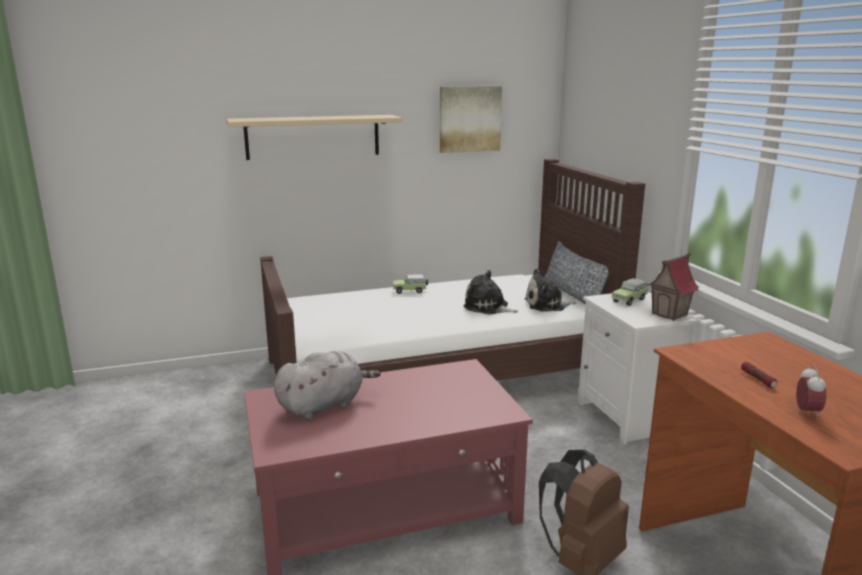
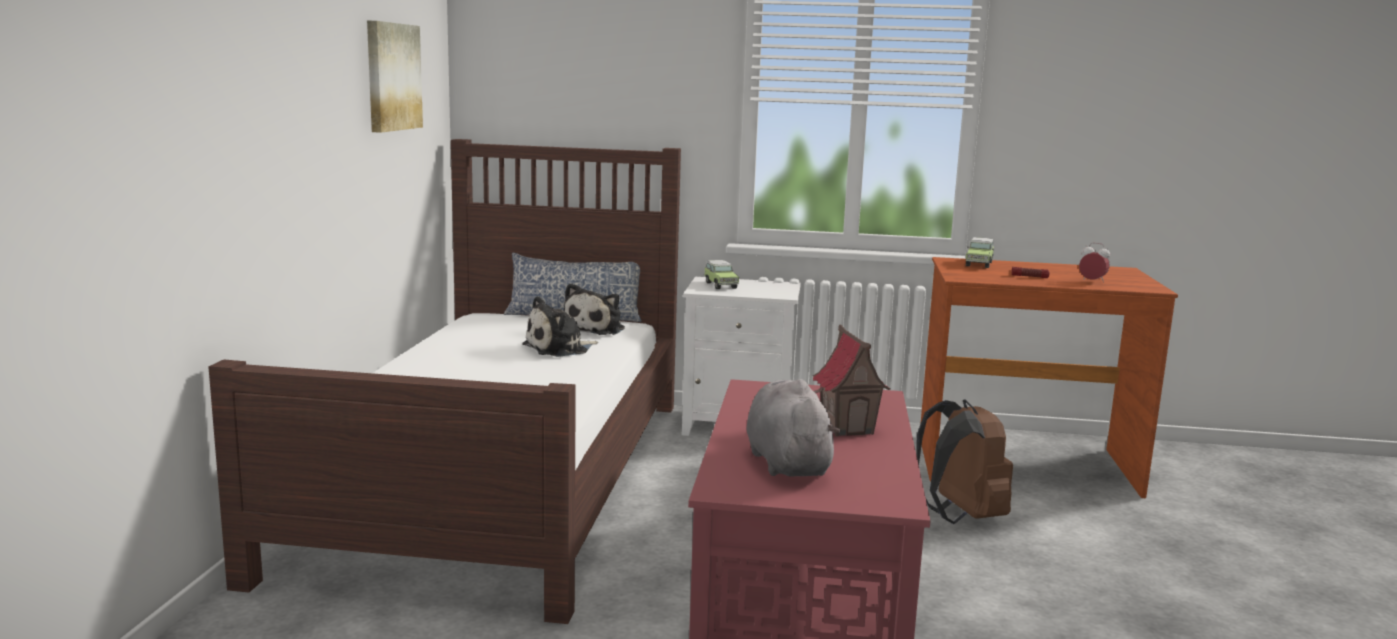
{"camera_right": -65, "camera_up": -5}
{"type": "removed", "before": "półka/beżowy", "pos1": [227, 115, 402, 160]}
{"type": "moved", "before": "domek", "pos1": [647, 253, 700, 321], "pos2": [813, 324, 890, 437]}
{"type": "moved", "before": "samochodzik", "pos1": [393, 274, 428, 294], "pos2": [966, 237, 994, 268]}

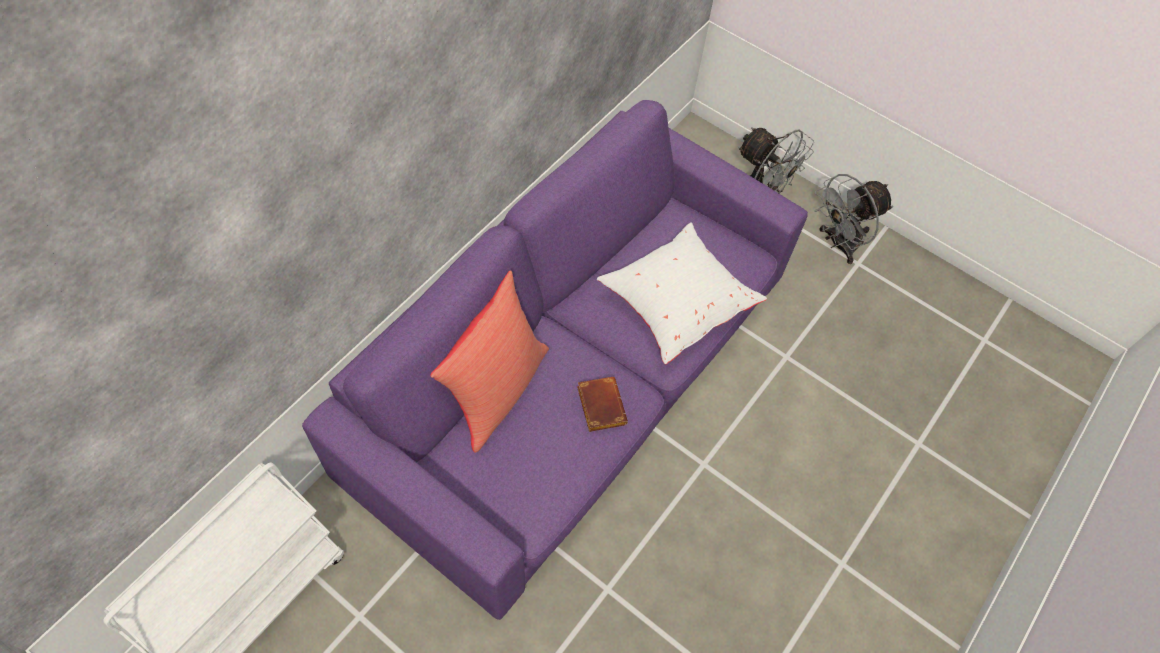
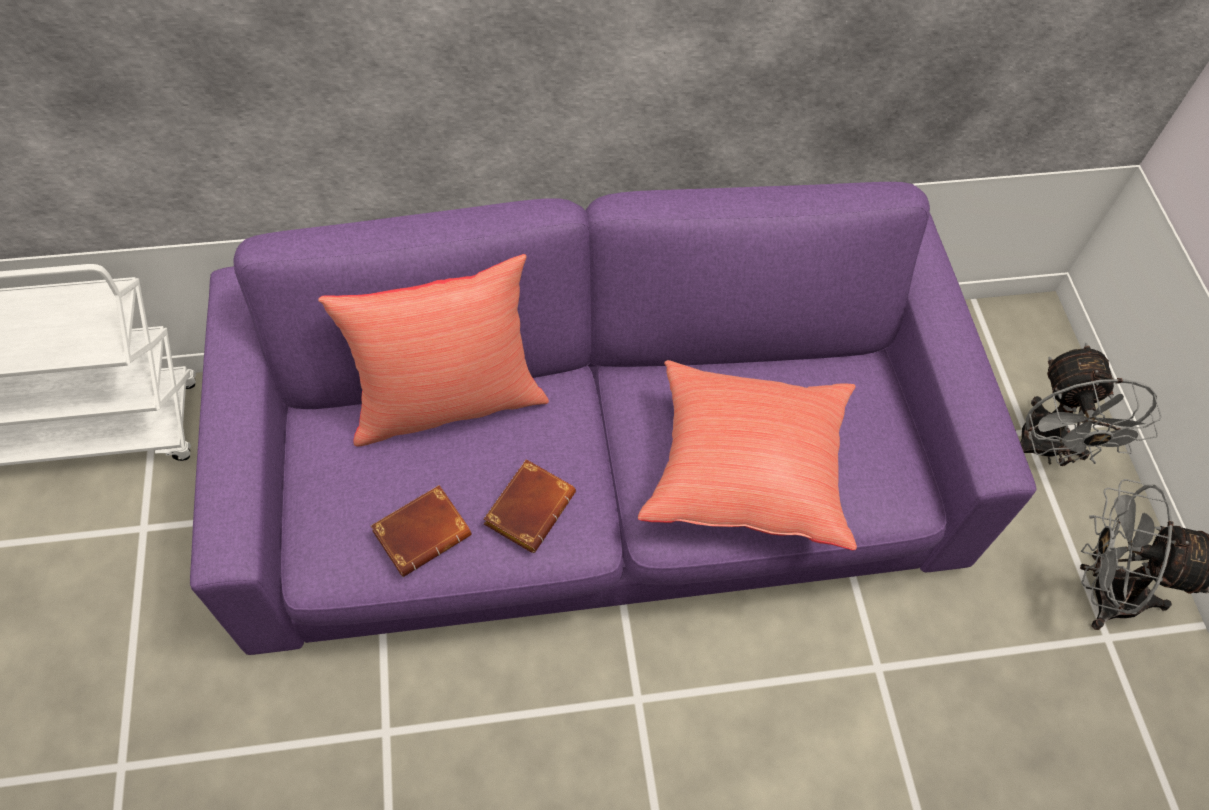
{"camera_right": 45, "camera_up": 0}
{"type": "recoloured", "before": "poduszka/biały", "after": "poduszka/czerwony", "pos1": [597, 222, 767, 364], "pos2": [638, 360, 857, 550]}
{"type": "added", "after": "książka/brązowy", "pos2": [371, 485, 472, 577]}

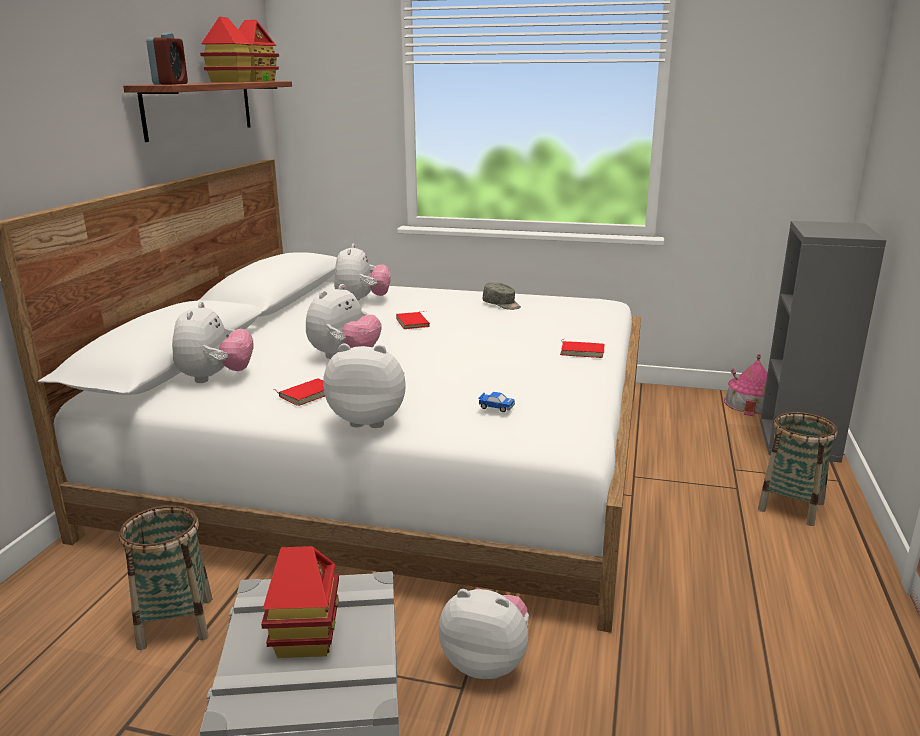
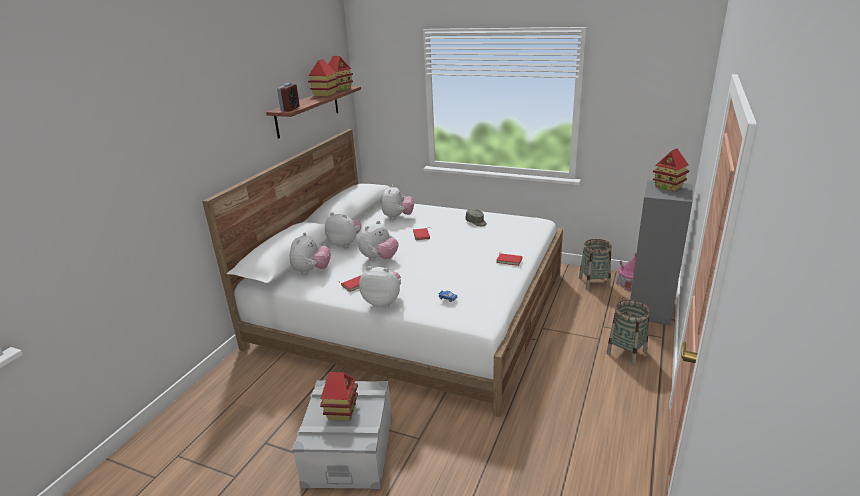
{"camera_right": 10, "camera_up": 5}
{"type": "moved", "before": "koszyk", "pos1": [119, 505, 212, 650], "pos2": [579, 239, 612, 290]}
{"type": "moved", "before": "pluszak", "pos1": [439, 588, 529, 679], "pos2": [325, 212, 362, 248]}
{"type": "added", "after": "domek", "pos2": [653, 148, 689, 191]}

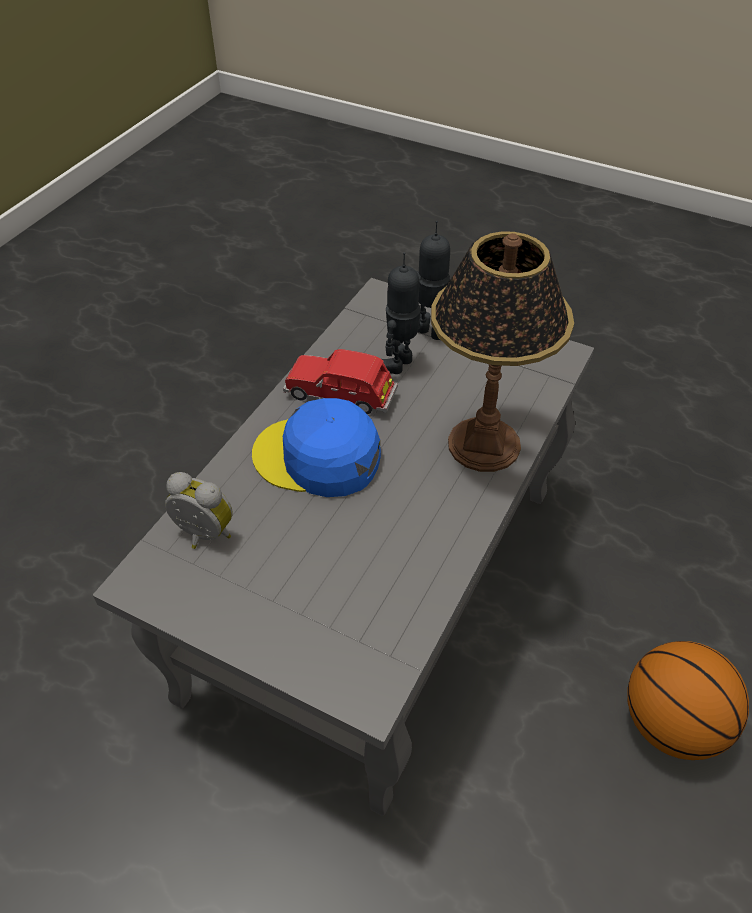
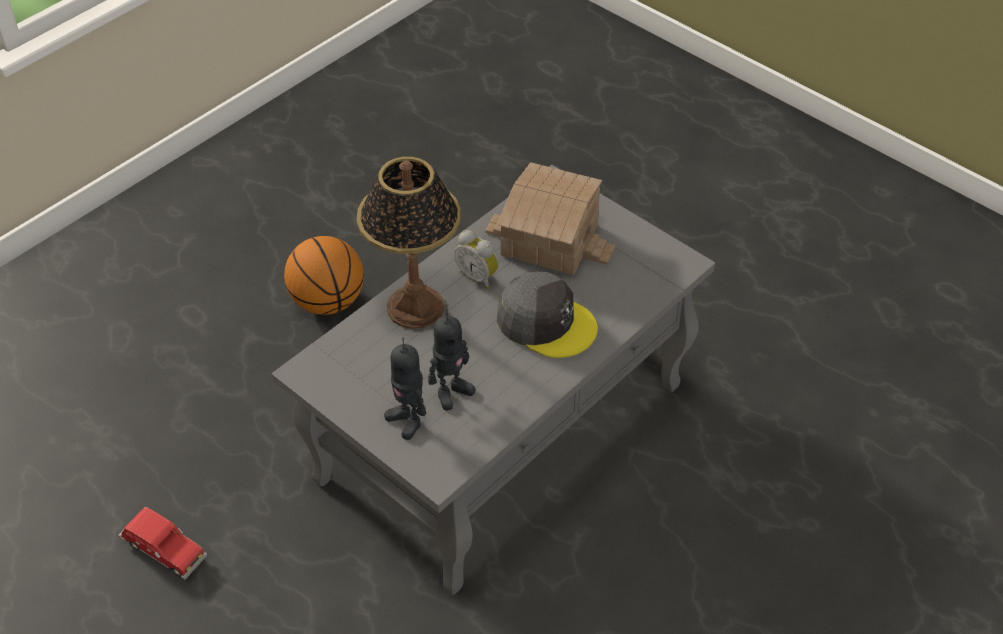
{"camera_right": -165, "camera_up": 0}
{"type": "moved", "before": "samochodzik/czerwony", "pos1": [283, 349, 398, 414], "pos2": [118, 507, 207, 580]}
{"type": "recoloured", "before": "czapka z daszkiem/niebieski", "after": "czapka z daszkiem/szary", "pos1": [252, 398, 381, 497], "pos2": [497, 271, 598, 358]}
{"type": "moved", "before": "budzik", "pos1": [165, 472, 233, 549], "pos2": [454, 230, 499, 289]}
{"type": "added", "after": "domek", "pos2": [485, 163, 615, 275]}

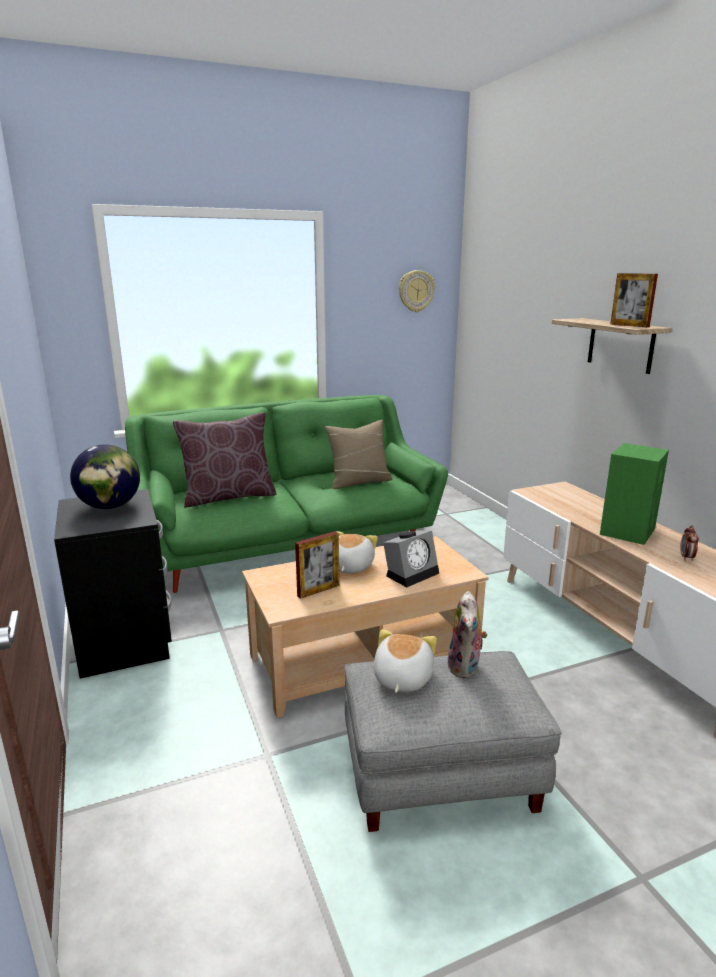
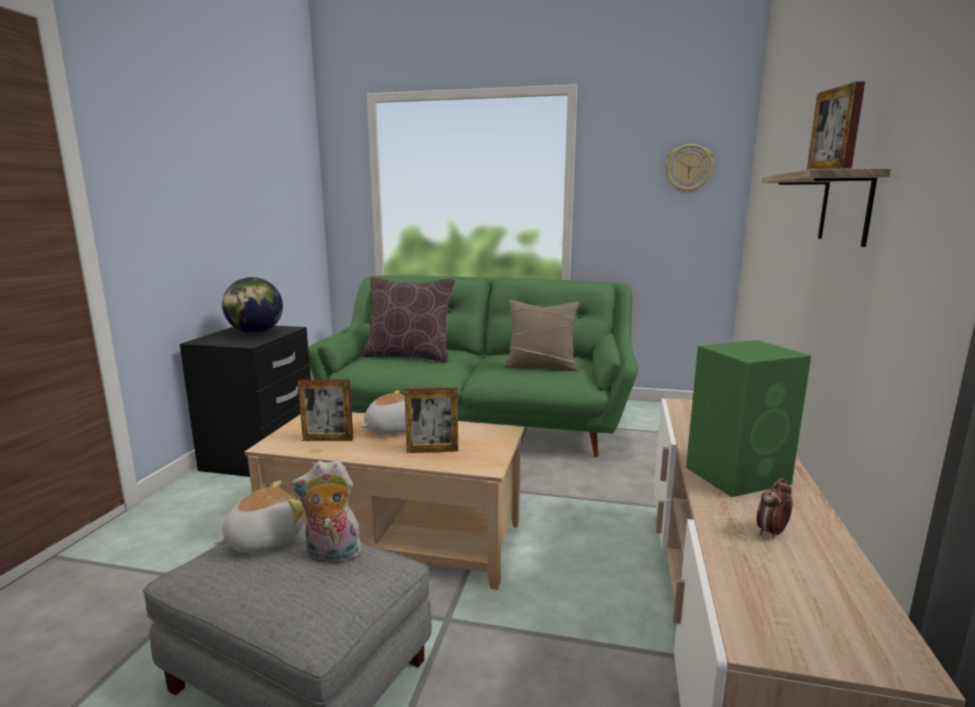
{"camera_right": 35, "camera_up": -5}
{"type": "replaced", "before": "budzik", "after": "ramka na zdjęcie", "pos1": [383, 531, 439, 587], "pos2": [404, 388, 458, 453]}
{"type": "turned", "before": "pluszak", "pos1": [448, 591, 488, 678], "pos2": [291, 460, 362, 563], "turn": 45}

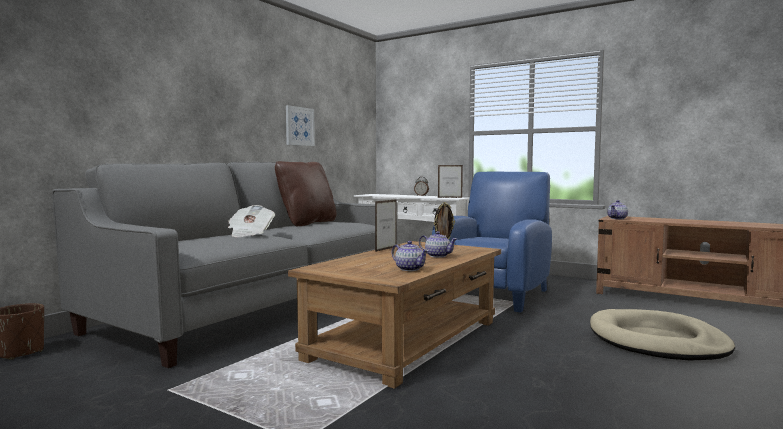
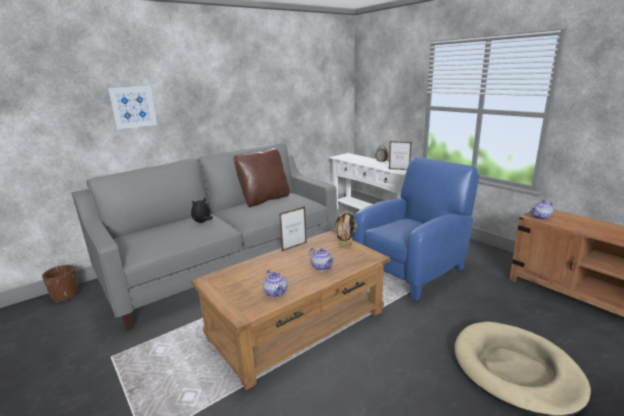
{"camera_right": 20, "camera_up": 15}
{"type": "moved", "before": "obraz", "pos1": [286, 105, 315, 146], "pos2": [108, 86, 157, 129]}
{"type": "replaced", "before": "gazeta", "after": "pluszak", "pos1": [228, 205, 275, 237], "pos2": [191, 198, 213, 223]}

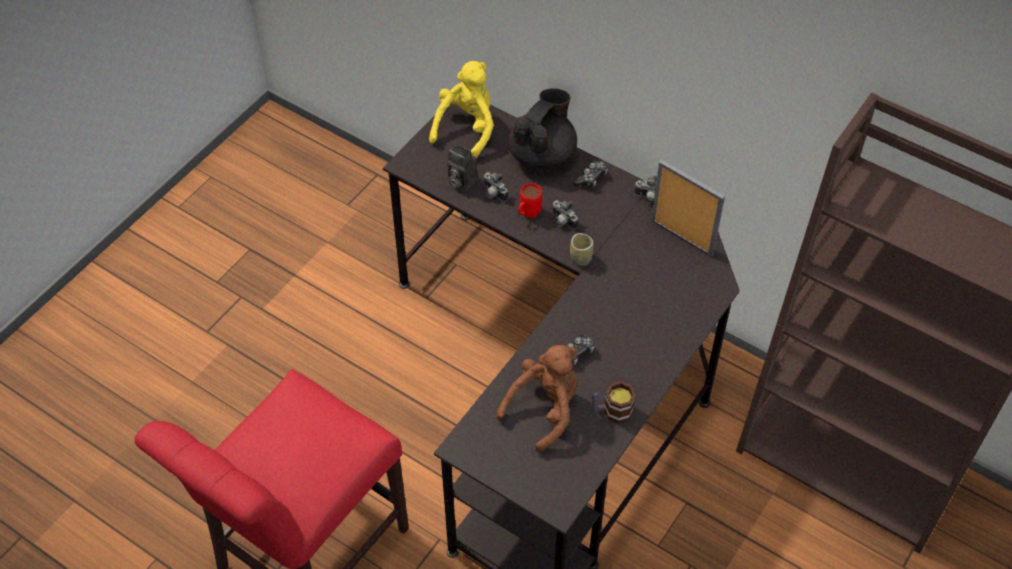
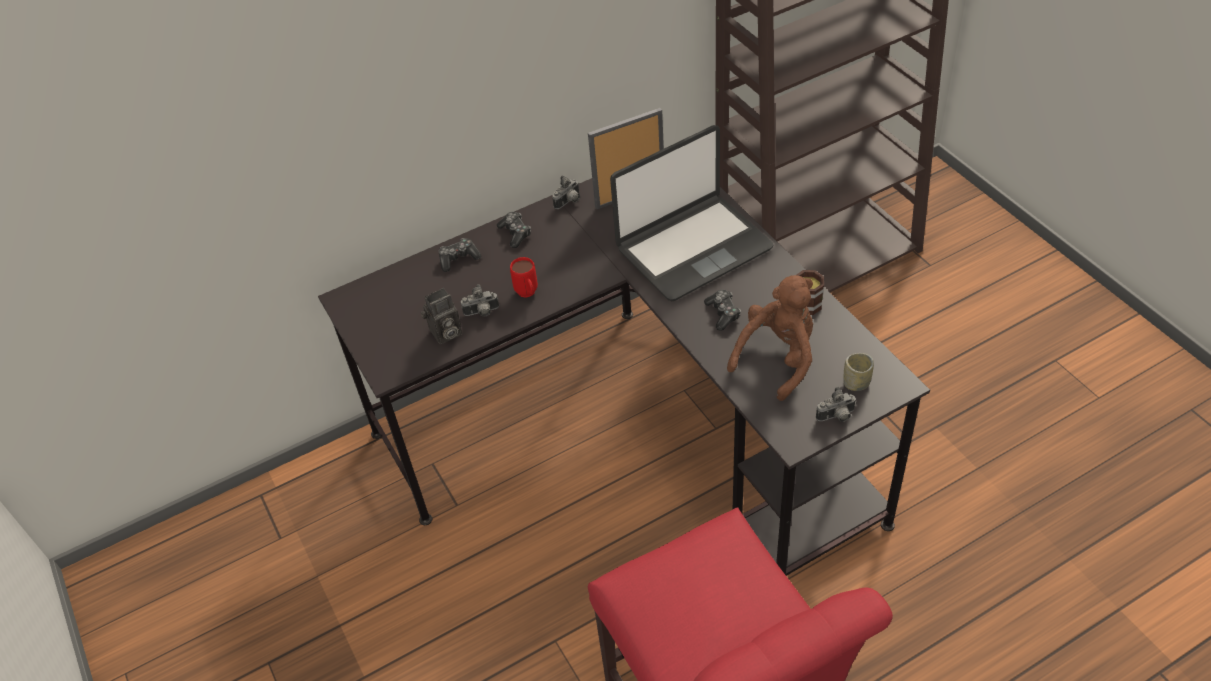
{"camera_right": -60, "camera_up": -5}
{"type": "removed", "before": "pluszak/żółty", "pos1": [429, 61, 494, 158]}
{"type": "replaced", "before": "imbryk/czarny", "after": "pad do gier", "pos1": [508, 88, 577, 170], "pos2": [438, 238, 481, 272]}
{"type": "moved", "before": "aparat fotograficzny", "pos1": [552, 200, 578, 229], "pos2": [816, 387, 856, 422]}
{"type": "moved", "before": "filiżanka", "pos1": [570, 233, 594, 266], "pos2": [843, 353, 874, 391]}
{"type": "turned", "before": "pluszak/brązowy", "pos1": [496, 345, 578, 453], "pos2": [727, 275, 813, 401], "turn": 60}
{"type": "added", "after": "laptop", "pos2": [610, 125, 774, 301]}

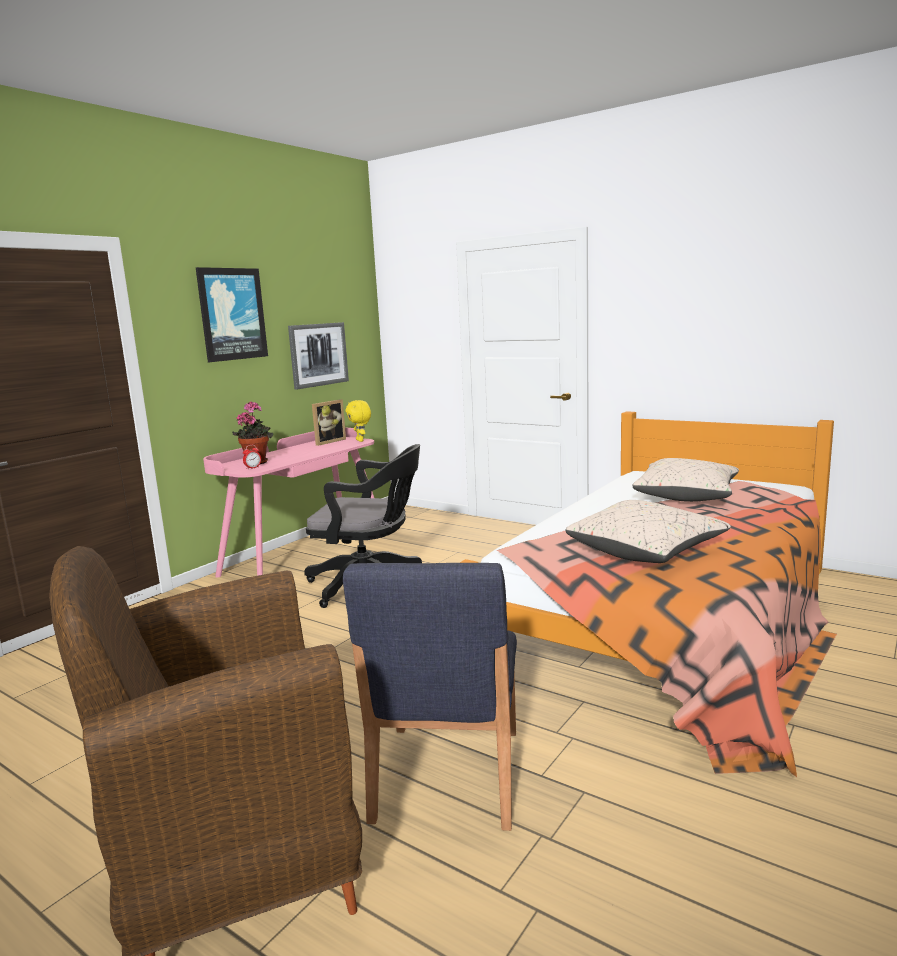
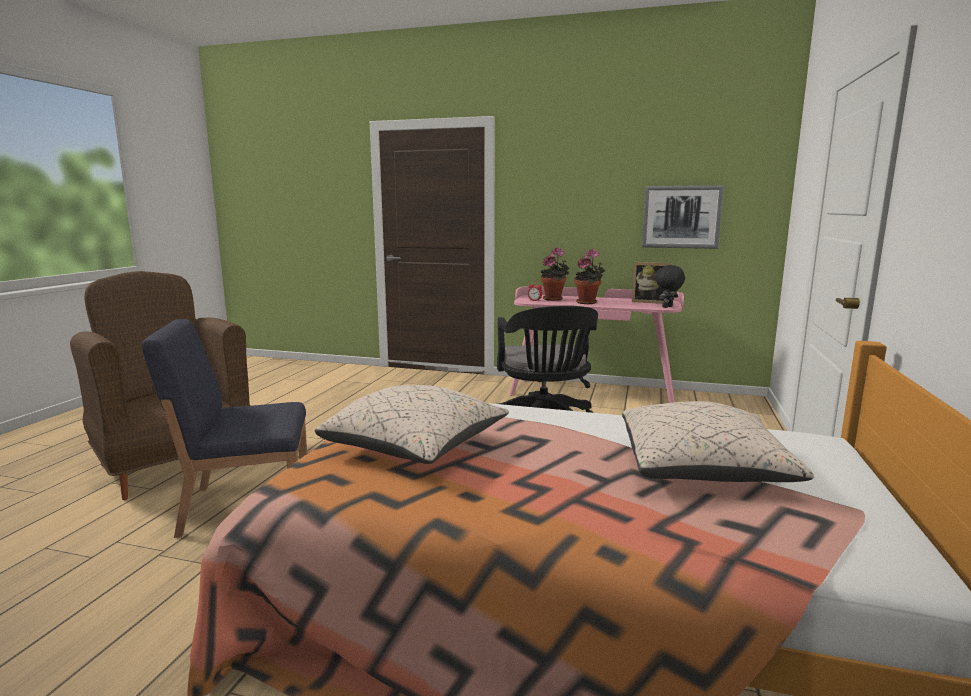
{"camera_right": 70, "camera_up": 0}
{"type": "removed", "before": "obraz", "pos1": [196, 267, 268, 362]}
{"type": "recoloured", "before": "pluszak/żółty", "after": "pluszak/czarny", "pos1": [345, 400, 371, 442], "pos2": [656, 265, 685, 308]}
{"type": "added", "after": "roślina doniczkowa", "pos2": [574, 249, 605, 304]}

